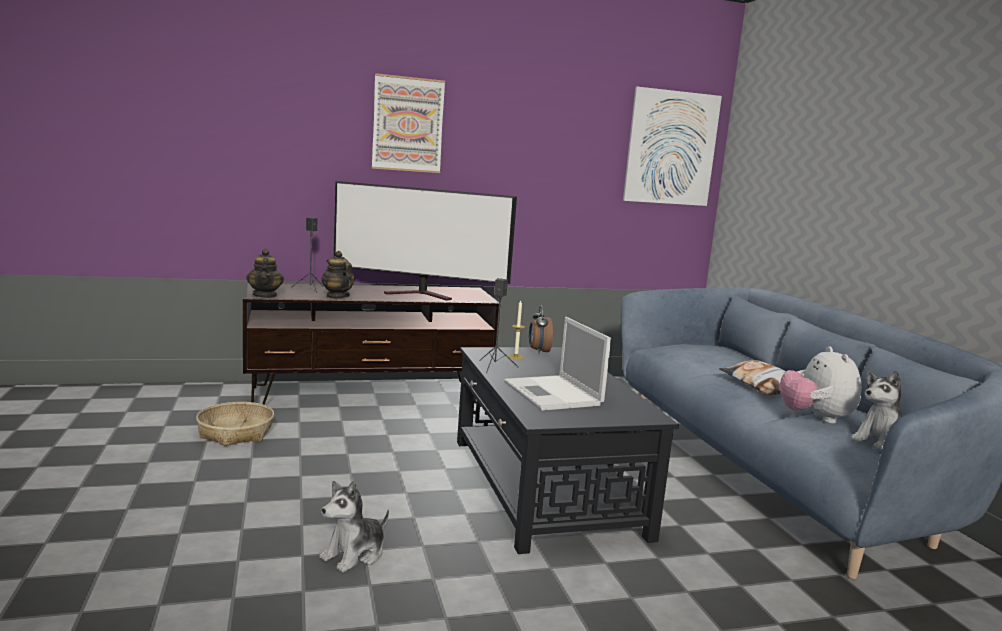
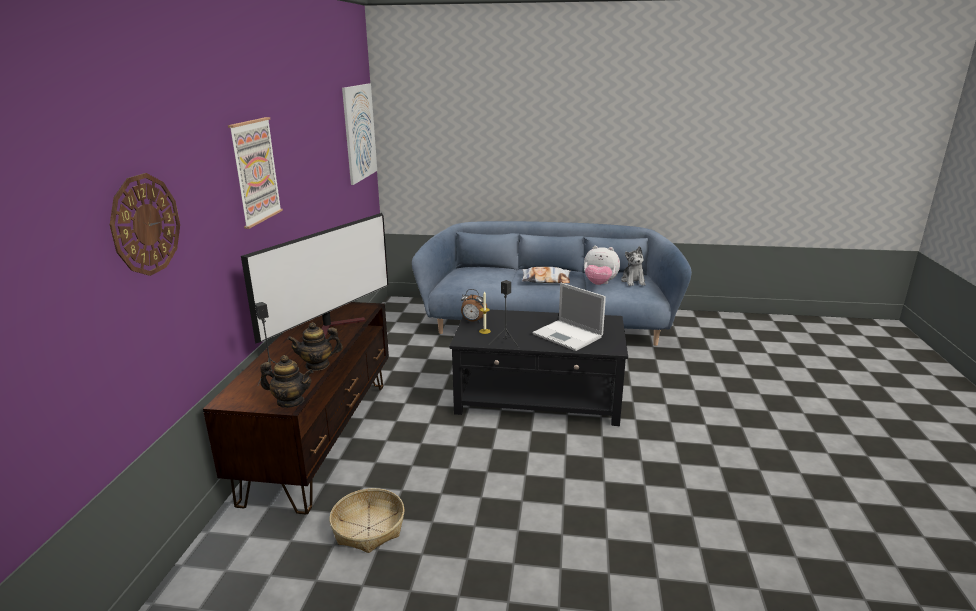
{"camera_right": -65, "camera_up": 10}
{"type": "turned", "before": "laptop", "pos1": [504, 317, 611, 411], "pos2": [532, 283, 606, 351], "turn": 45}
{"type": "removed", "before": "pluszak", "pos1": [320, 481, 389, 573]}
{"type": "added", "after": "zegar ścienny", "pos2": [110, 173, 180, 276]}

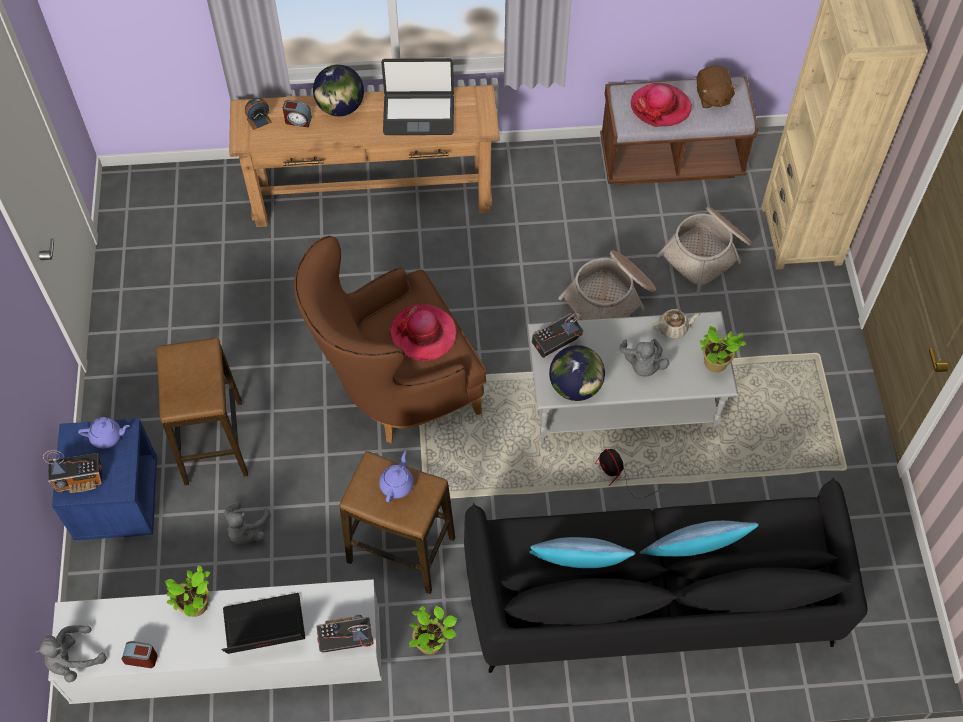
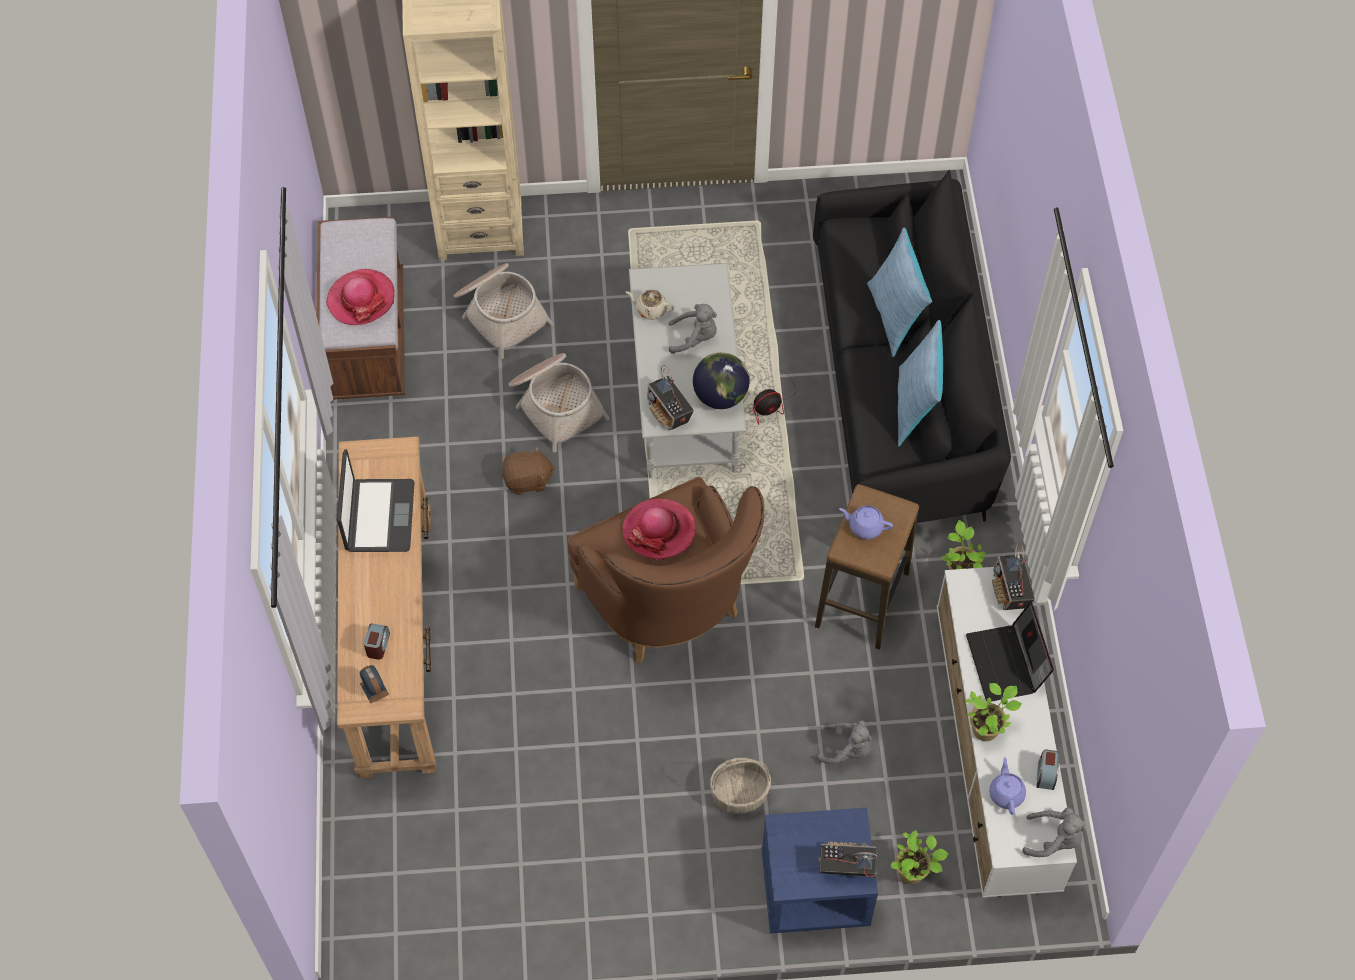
{"camera_right": -90, "camera_up": 0}
{"type": "removed", "before": "globus", "pos1": [313, 65, 364, 116]}
{"type": "moved", "before": "pluszak/brązowy", "pos1": [697, 66, 738, 108], "pos2": [502, 446, 555, 495]}
{"type": "turned", "before": "imbryk/beżowy", "pos1": [652, 309, 700, 339], "pos2": [626, 289, 674, 320], "turn": -60}
{"type": "moved", "before": "roślina doniczkowa", "pos1": [700, 326, 746, 372], "pos2": [891, 830, 948, 884]}
{"type": "replaced", "before": "stołek", "after": "koszyk", "pos1": [156, 338, 248, 485], "pos2": [710, 758, 771, 814]}
{"type": "moved", "before": "imbryk/fioletowy", "pos1": [78, 417, 130, 449], "pos2": [989, 757, 1026, 815]}
{"type": "turned", "before": "radio", "pos1": [43, 450, 102, 493], "pos2": [819, 841, 877, 877], "turn": -75}
{"type": "turned", "before": "pluszak/szary", "pos1": [35, 625, 107, 682], "pos2": [1023, 807, 1087, 857], "turn": -45}

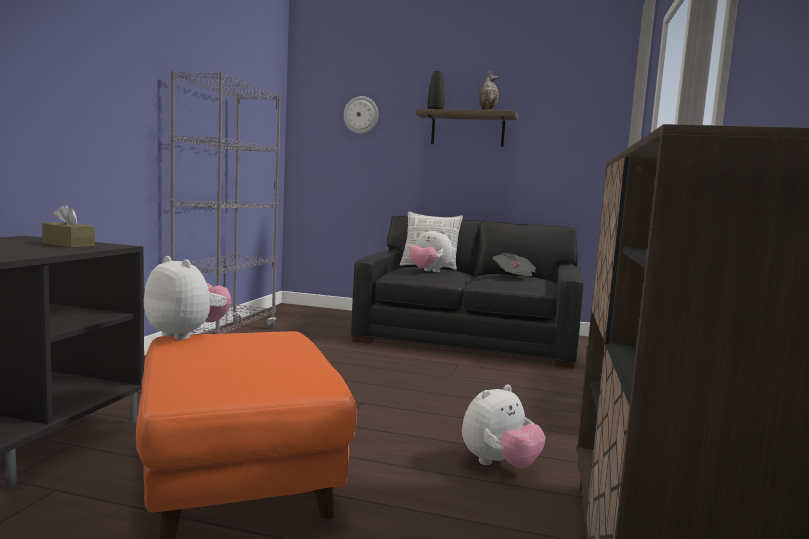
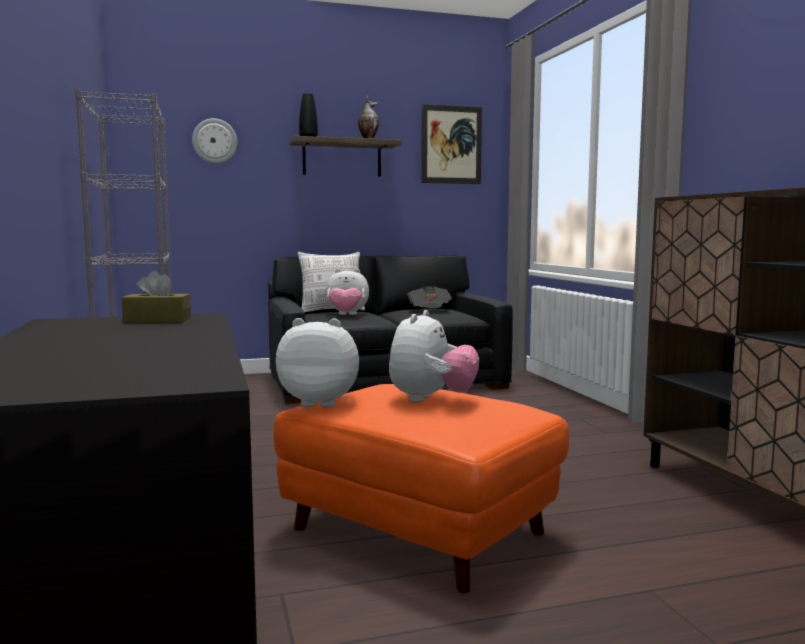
{"camera_right": -30, "camera_up": 0}
{"type": "moved", "before": "pluszak", "pos1": [462, 385, 546, 468], "pos2": [389, 310, 479, 403]}
{"type": "added", "after": "obraz", "pos2": [421, 104, 482, 184]}

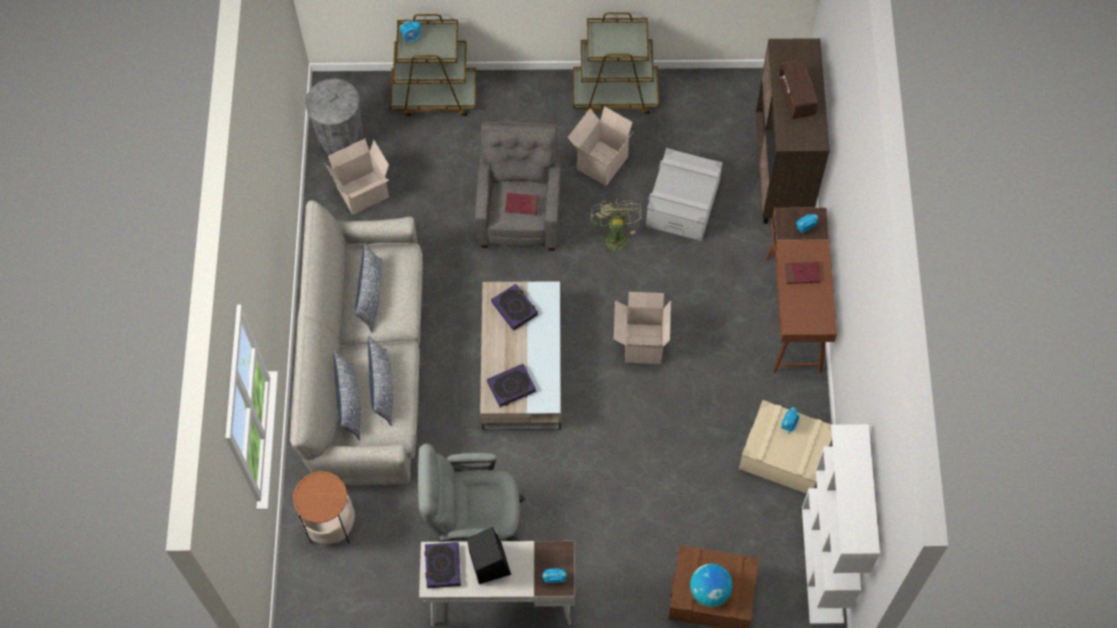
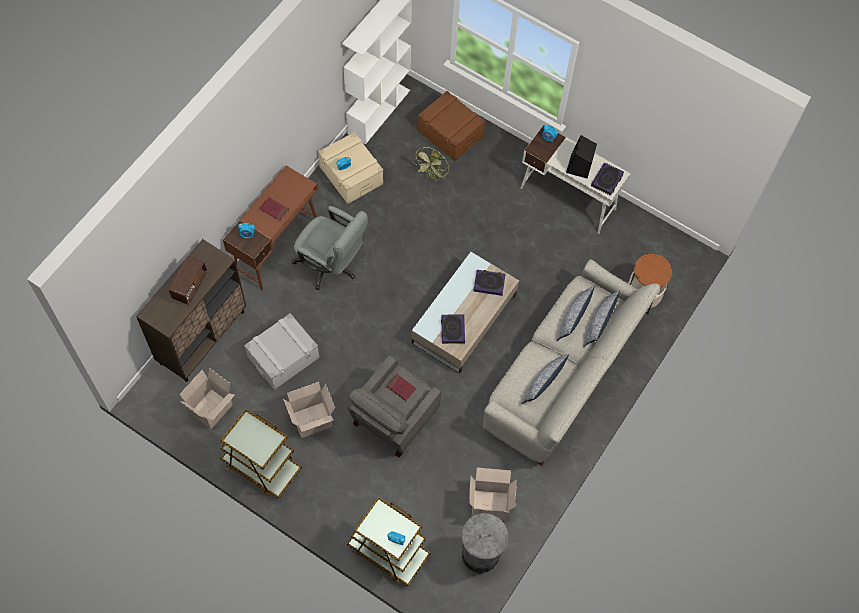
{"camera_right": -150, "camera_up": 0}
{"type": "moved", "before": "wentylator/zielony", "pos1": [590, 199, 642, 257], "pos2": [413, 147, 449, 181]}
{"type": "moved", "before": "karton", "pos1": [614, 292, 671, 364], "pos2": [180, 368, 235, 429]}
{"type": "moved", "before": "krzesło biurowe/szary", "pos1": [418, 444, 525, 542], "pos2": [292, 206, 368, 290]}
{"type": "removed", "before": "globus", "pos1": [690, 563, 733, 607]}

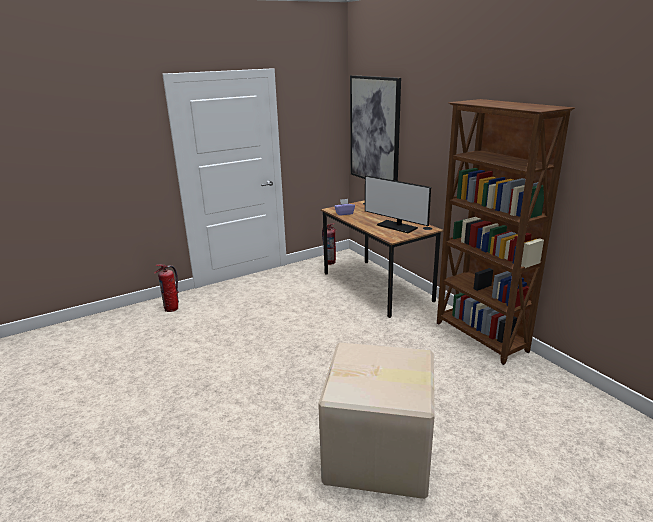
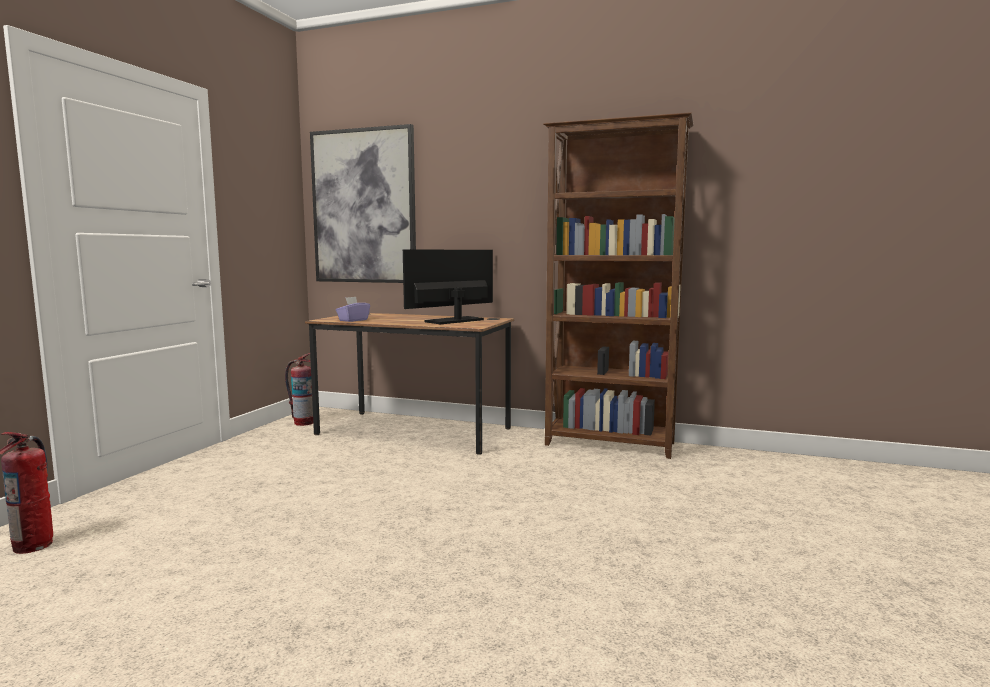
{"camera_right": -40, "camera_up": -15}
{"type": "turned", "before": "monitor", "pos1": [365, 176, 431, 233], "pos2": [403, 250, 493, 324], "turn": 135}
{"type": "removed", "before": "karton", "pos1": [318, 343, 435, 499]}

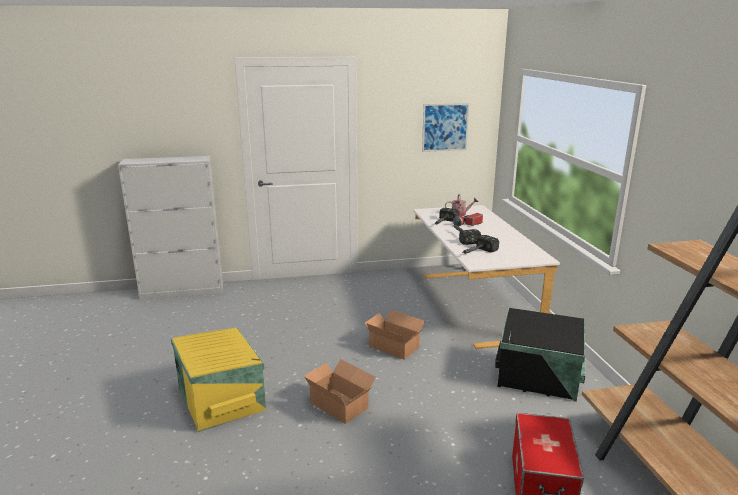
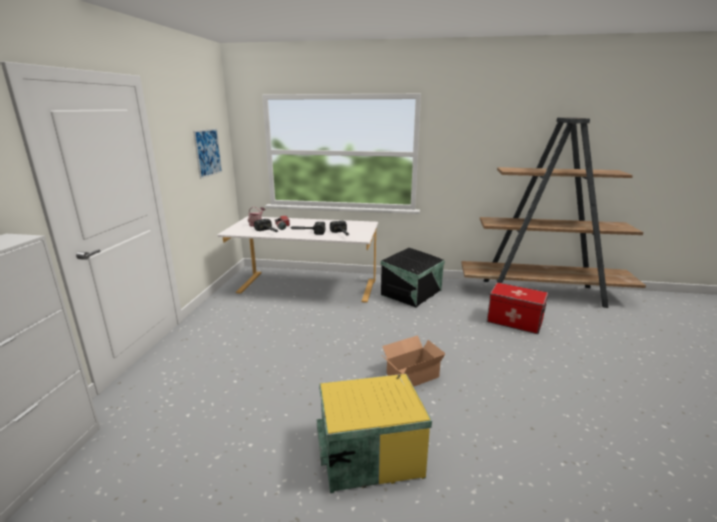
{"camera_right": -70, "camera_up": 0}
{"type": "removed", "before": "karton", "pos1": [365, 310, 425, 359]}

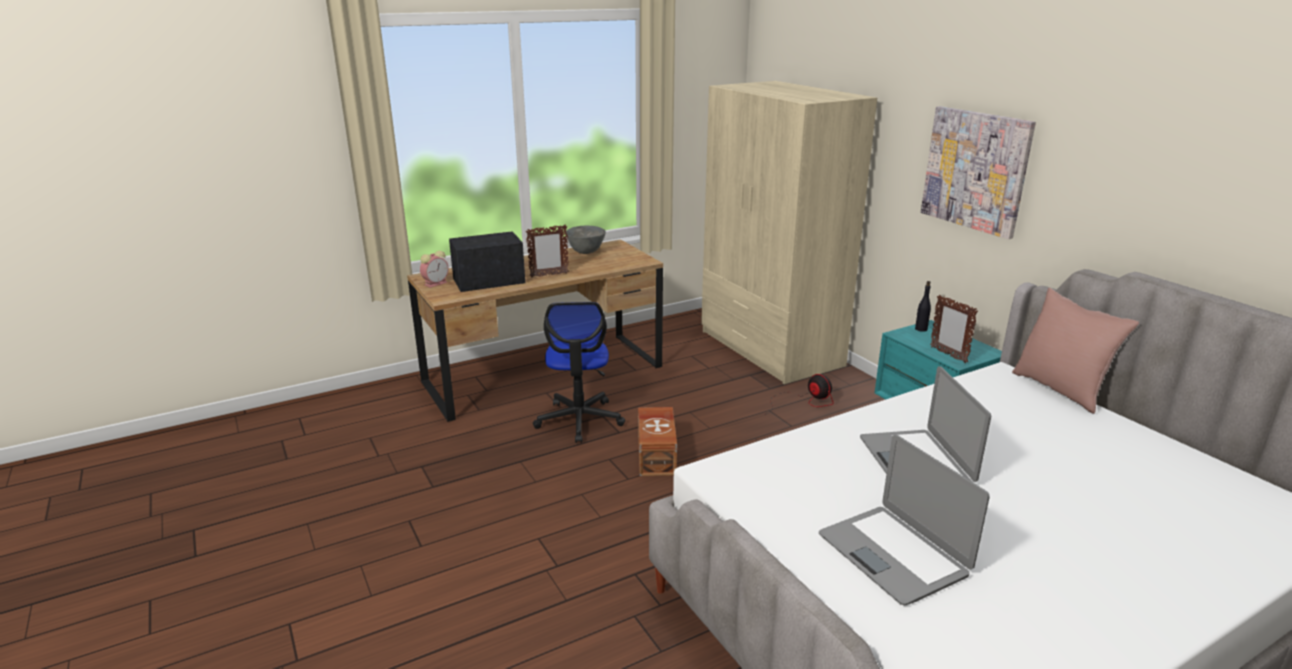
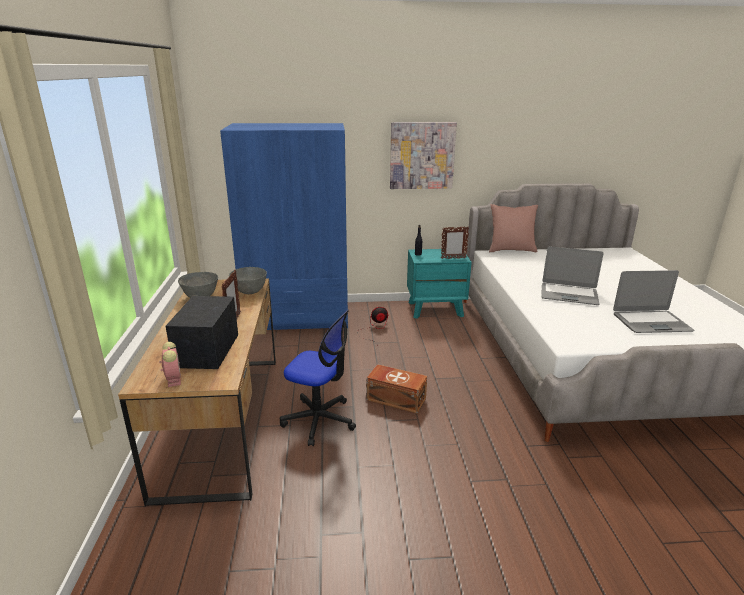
{"camera_right": -65, "camera_up": 0}
{"type": "recoloured", "before": "szafa/beżowy", "after": "szafa/niebieski", "pos1": [701, 81, 877, 384], "pos2": [220, 123, 348, 330]}
{"type": "added", "after": "miska/szary", "pos2": [229, 267, 267, 294]}

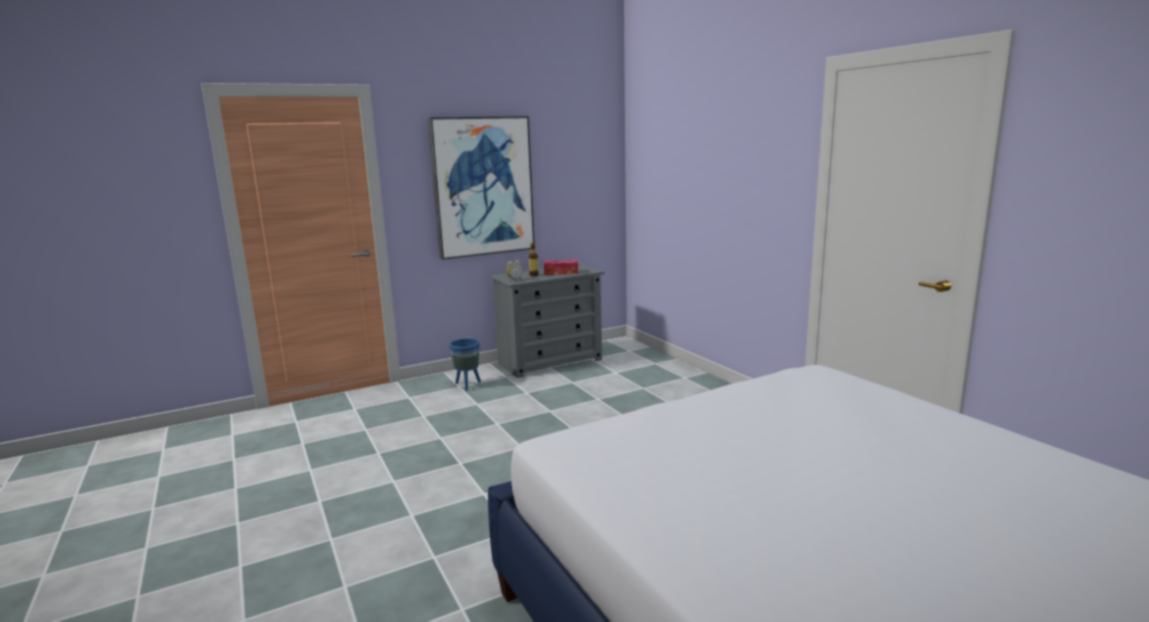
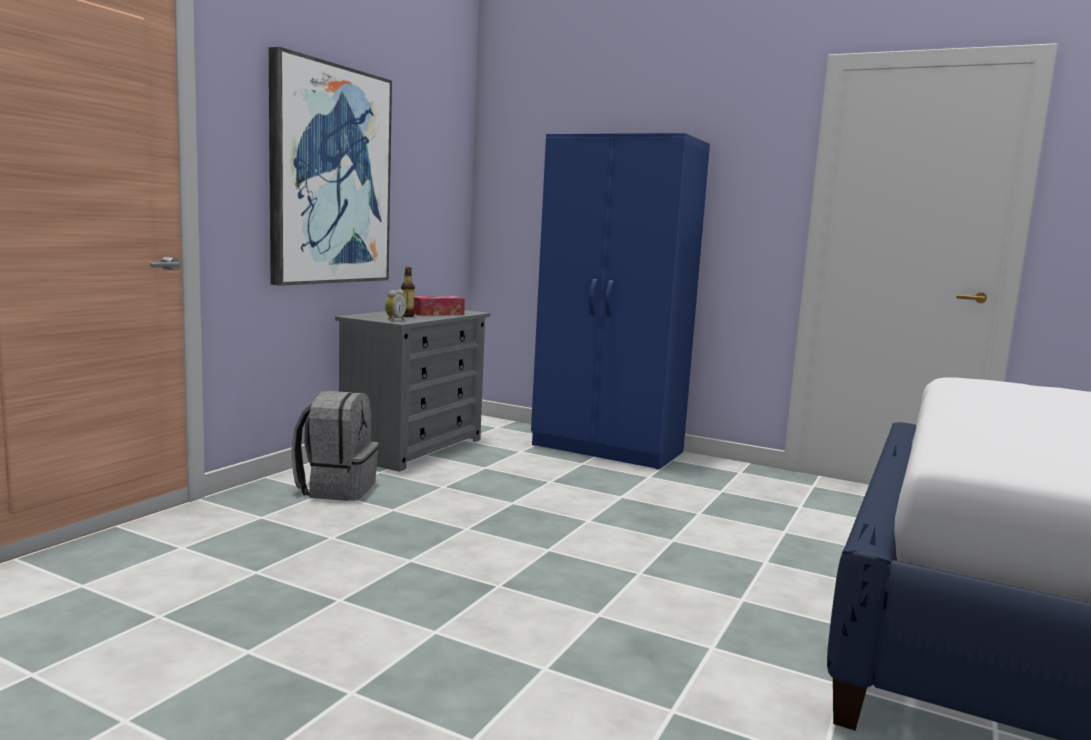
{"camera_right": -35, "camera_up": -5}
{"type": "replaced", "before": "donica/niebieski", "after": "plecak/szary", "pos1": [449, 339, 481, 391], "pos2": [291, 391, 379, 501]}
{"type": "added", "after": "szafa/niebieski", "pos2": [531, 133, 710, 470]}

